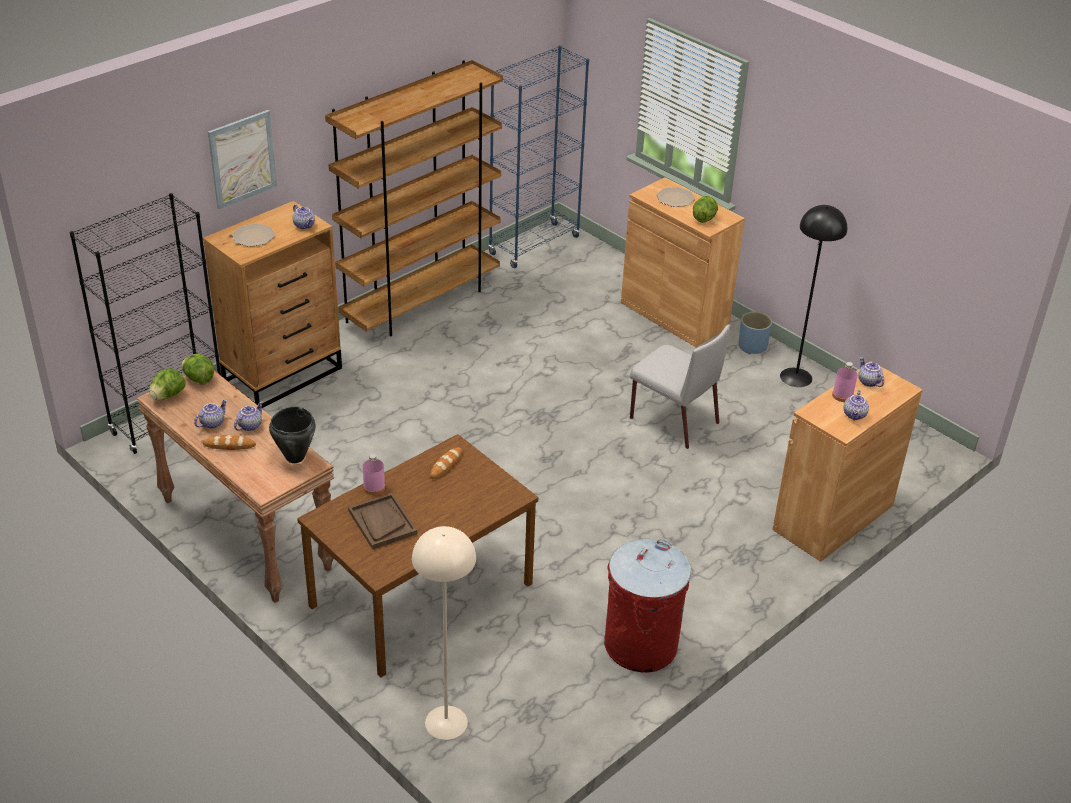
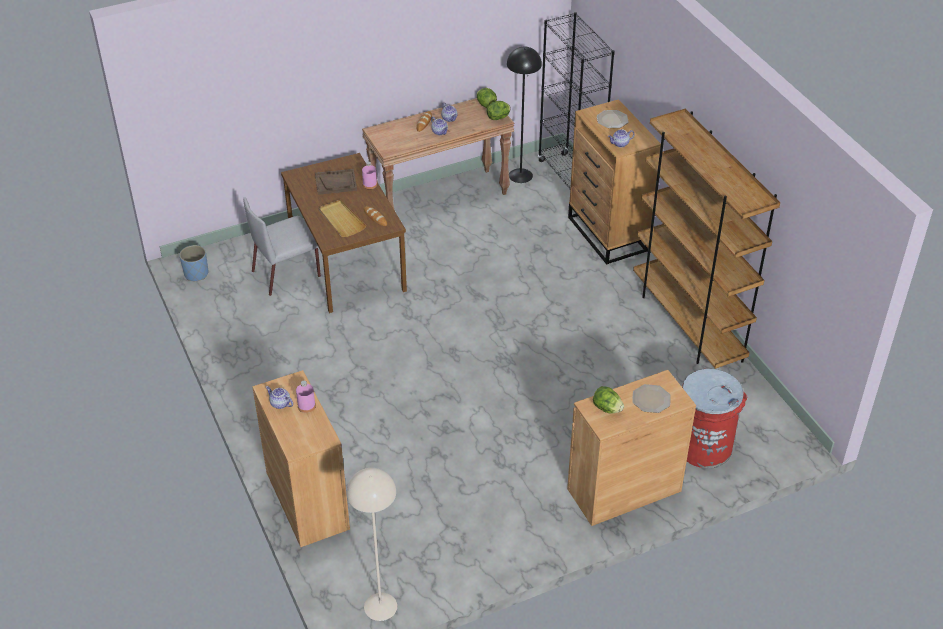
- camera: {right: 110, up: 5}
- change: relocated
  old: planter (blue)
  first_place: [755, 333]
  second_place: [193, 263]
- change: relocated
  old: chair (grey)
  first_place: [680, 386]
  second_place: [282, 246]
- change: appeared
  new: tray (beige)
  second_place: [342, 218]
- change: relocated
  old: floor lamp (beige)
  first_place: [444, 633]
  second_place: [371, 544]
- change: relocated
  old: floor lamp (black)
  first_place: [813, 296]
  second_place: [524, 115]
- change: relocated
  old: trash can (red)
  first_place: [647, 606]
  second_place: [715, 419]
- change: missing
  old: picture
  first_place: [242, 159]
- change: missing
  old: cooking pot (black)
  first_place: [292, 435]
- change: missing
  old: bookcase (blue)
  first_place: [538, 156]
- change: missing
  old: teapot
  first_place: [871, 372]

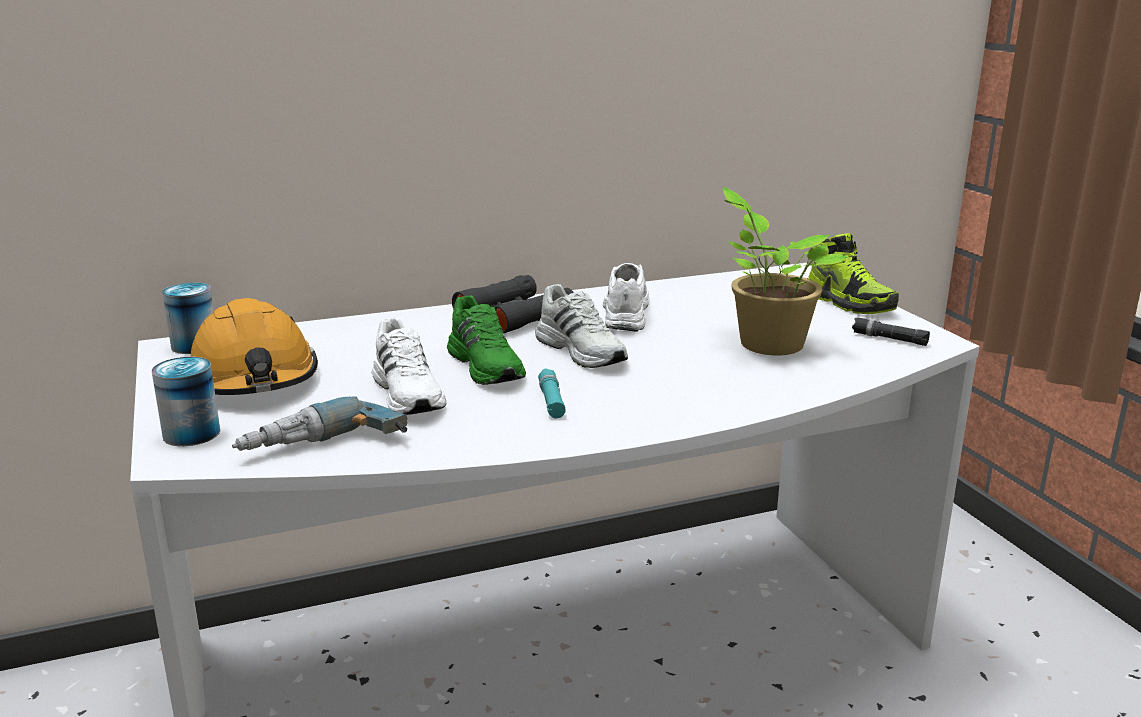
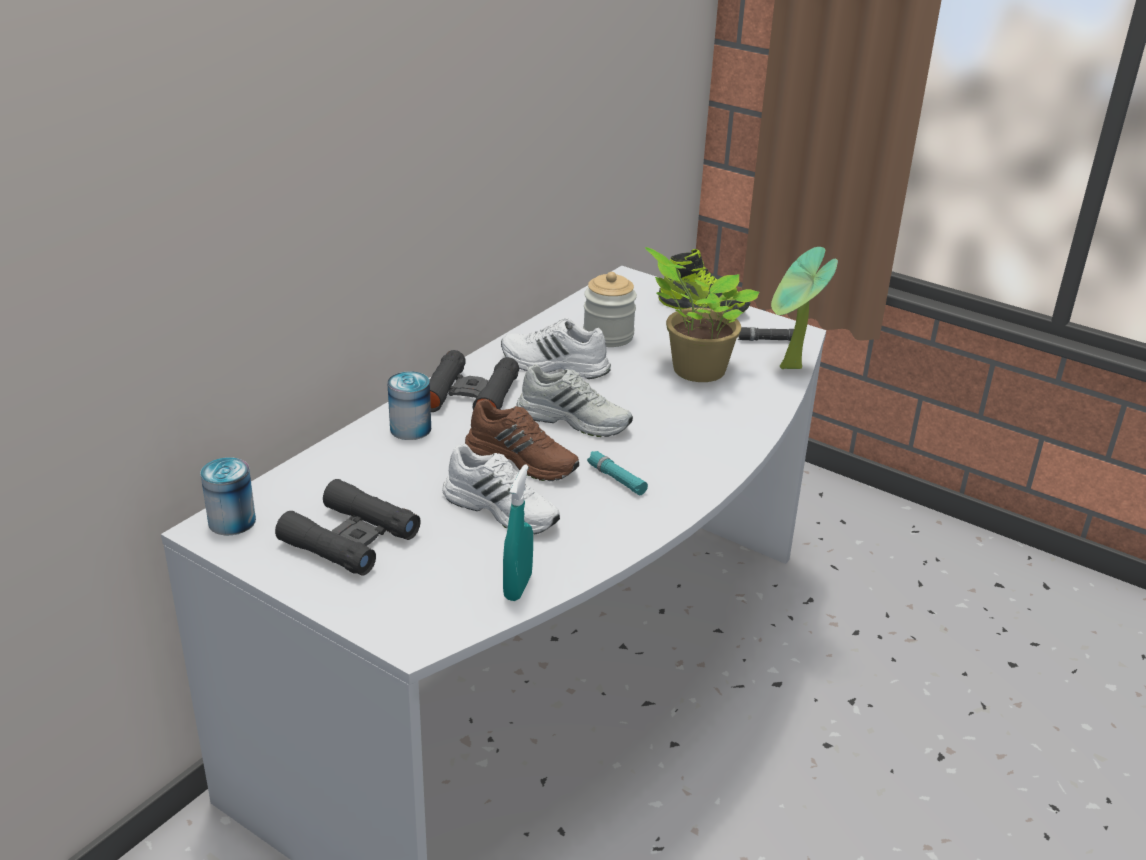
- camera: {right: -35, up: 10}
- change: exchanged
  old: hard hat (orange)
  new: binoculars (black)
  first_place: [254, 346]
  second_place: [348, 527]
- change: relocated
  old: can
  first_place: [185, 401]
  second_place: [409, 405]
- change: colour
  old: shoe (green)
  new: shoe (brown)
  first_place: [486, 340]
  second_place: [522, 440]
- change: spun
  old: shoe (white)
  first_place: [626, 297]
  second_place: [556, 348]
  degrees: -45
- change: exchanged
  old: power drill
  new: spray bottle (turquoise)
  first_place: [320, 423]
  second_place: [518, 532]
- change: appeared
  new: jar
  second_place: [610, 309]
- change: appeared
  new: potted plant
  second_place: [804, 308]

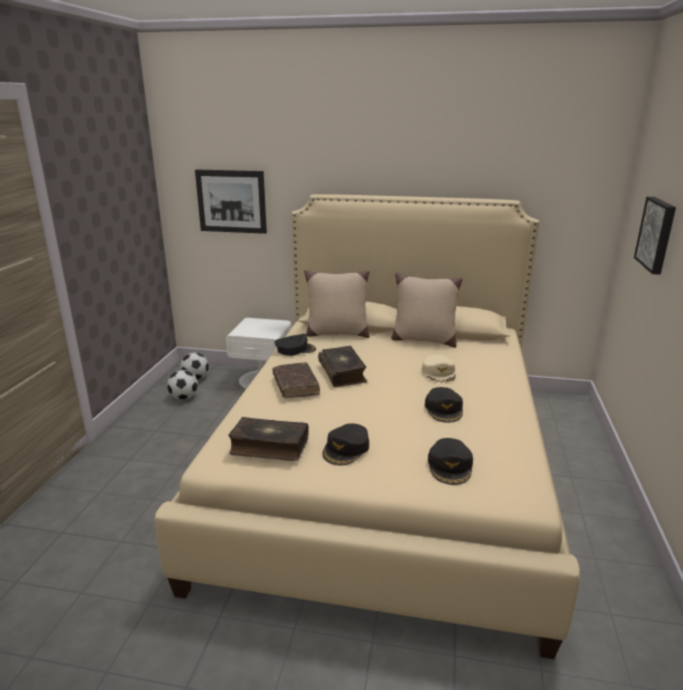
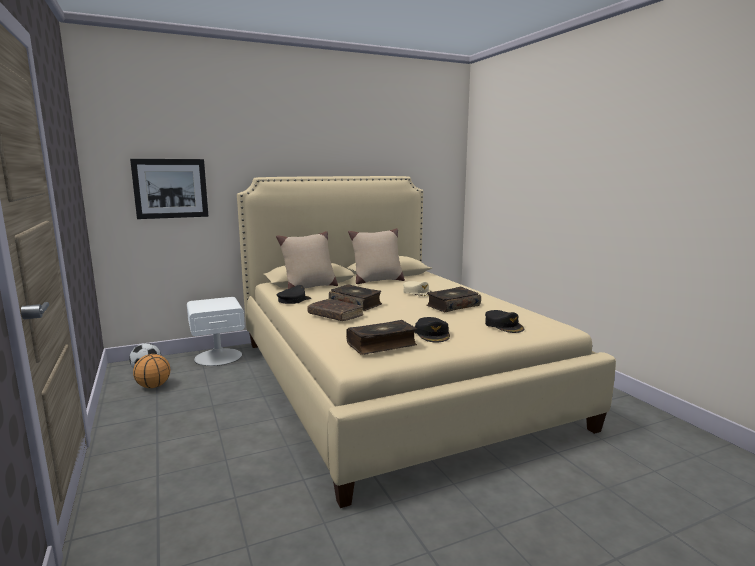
- camera: {right: -35, up: -10}
- change: exchanged
  old: football
  new: basketball
  first_place: [182, 385]
  second_place: [151, 371]
- change: exchanged
  old: cap (black)
  new: book
  first_place: [444, 405]
  second_place: [454, 299]
- change: missing
  old: picture
  first_place: [655, 236]

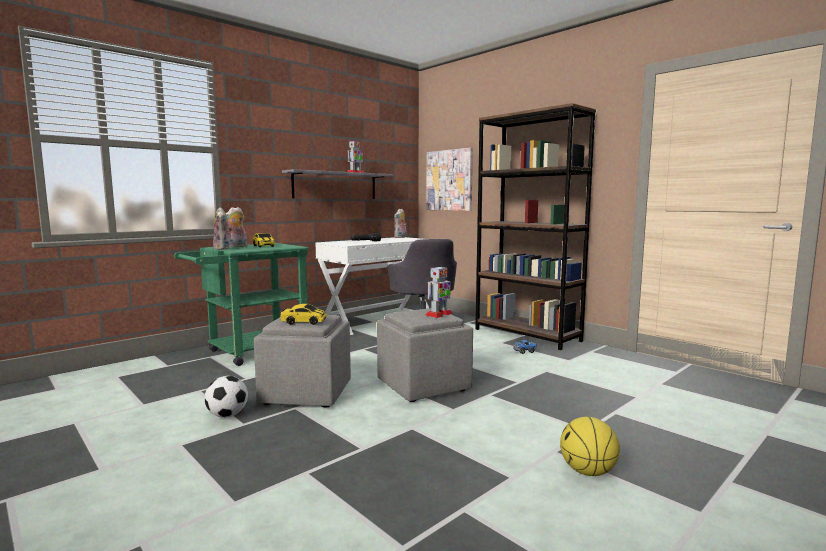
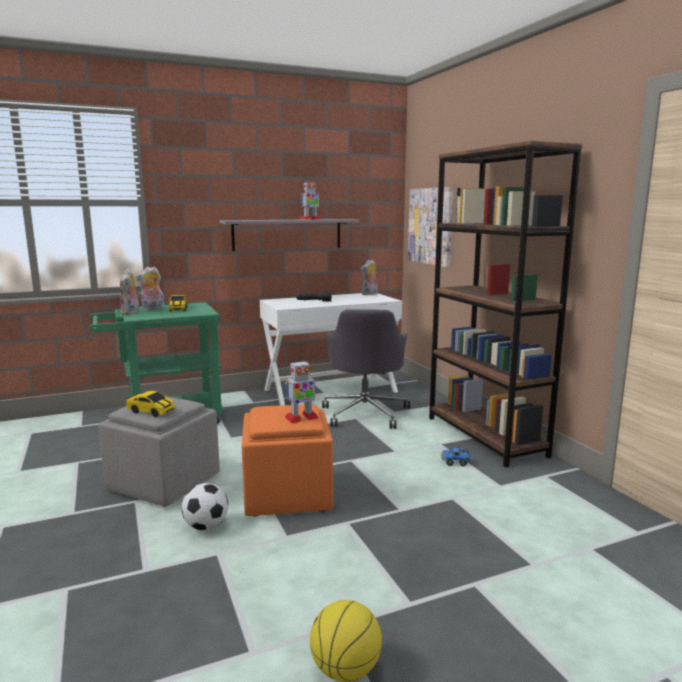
- camera: {right: 20, up: 5}
- change: relocated
  old: football
  first_place: [226, 397]
  second_place: [205, 506]
- change: colour
  old: ottoman (grey)
  new: ottoman (orange)
  first_place: [425, 355]
  second_place: [287, 460]

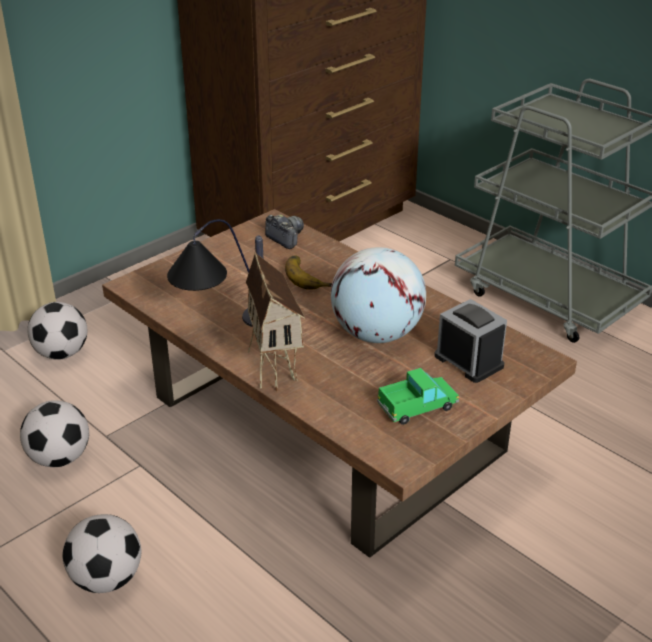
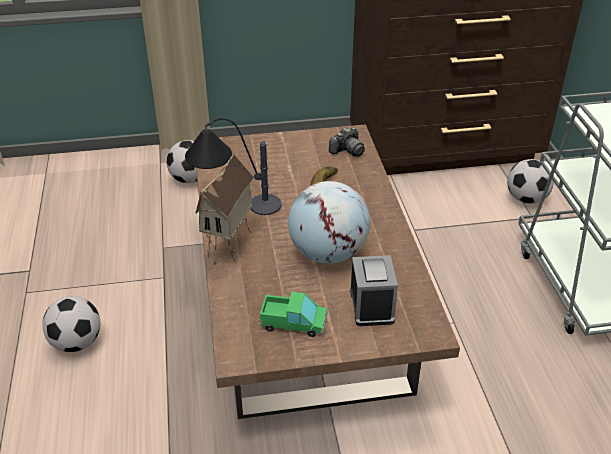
- camera: {right: 35, up: 5}
- change: spun
  old: photo camera
  first_place: [284, 231]
  second_place: [347, 142]
  degrees: 60
- change: relocated
  old: football
  first_place: [54, 433]
  second_place: [530, 181]

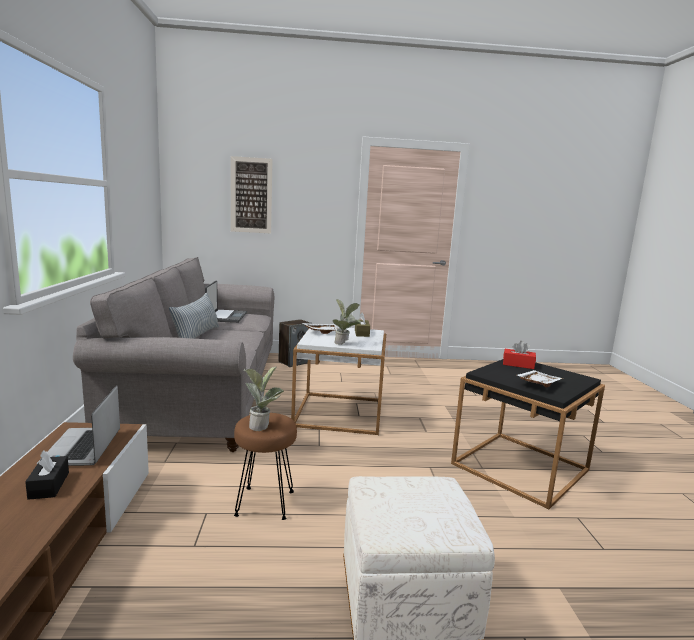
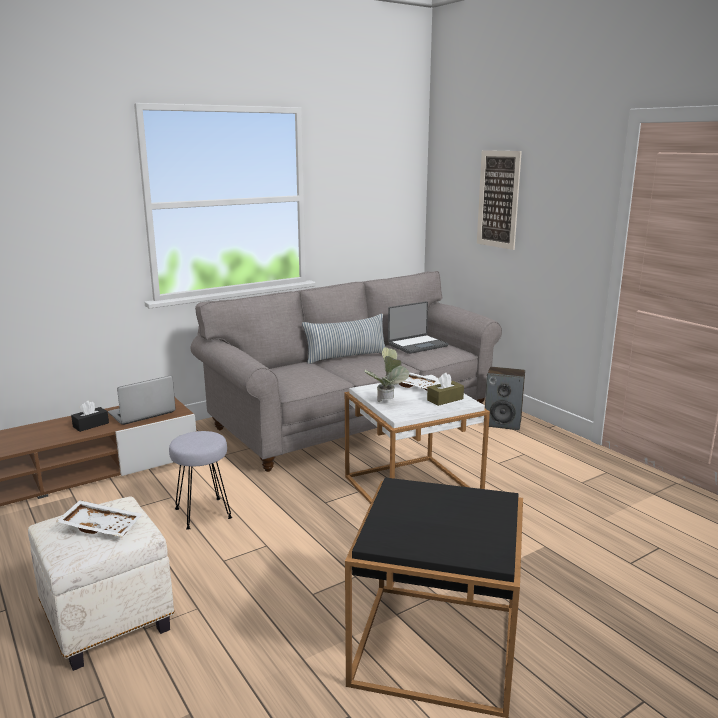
- camera: {right: 60, up: 5}
- change: relocated
  old: tray (white)
  first_place: [540, 379]
  second_place: [99, 518]
- change: colour
  old: stool (brown)
  new: stool (grey)
  first_place: [265, 466]
  second_place: [200, 480]
- change: missing
  old: potted plant
  first_place: [264, 399]
- change: missing
  old: tissue box (red)
  first_place: [519, 355]

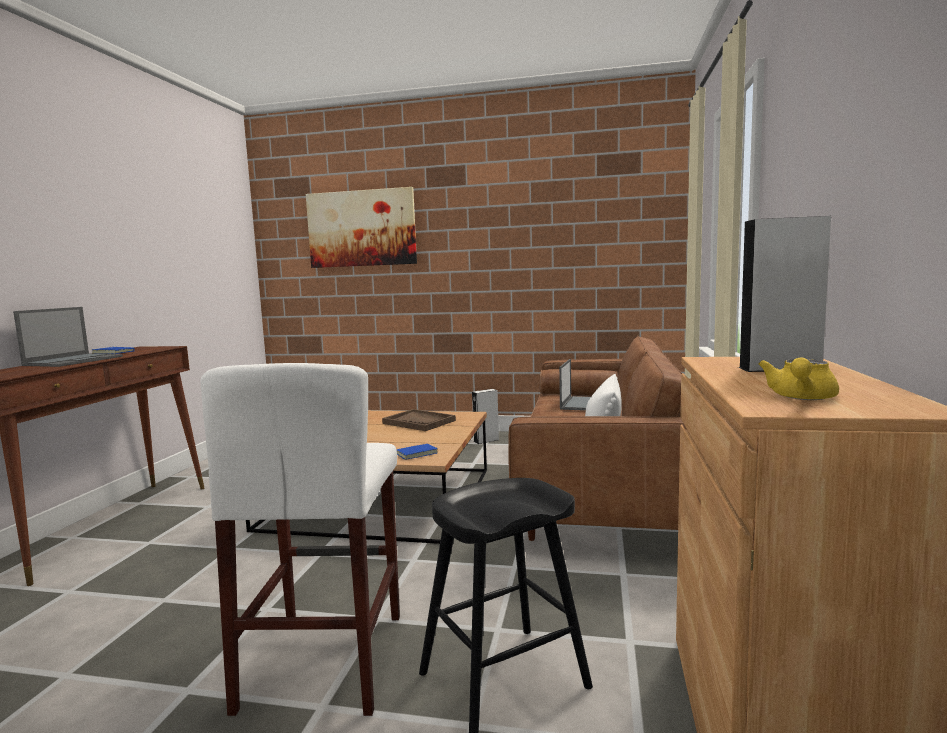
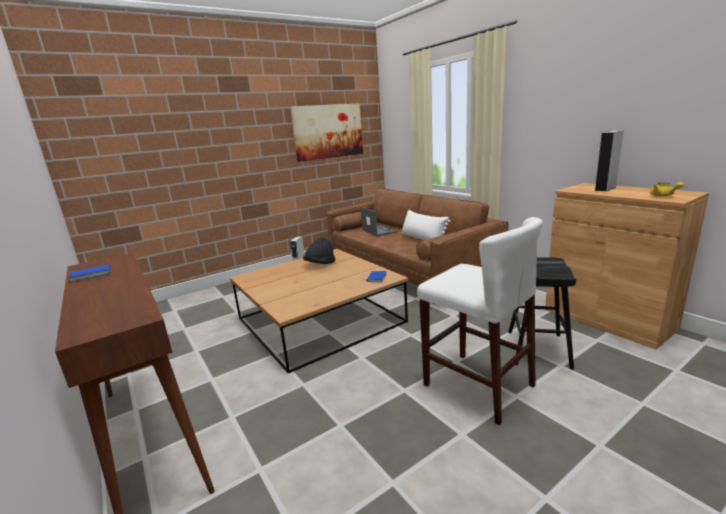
- camera: {right: -45, up: 10}
- change: relocated
  old: picture
  first_place: [361, 227]
  second_place: [326, 132]
- change: exchanged
  old: tray (brown)
  new: hat (black)
  first_place: [419, 420]
  second_place: [319, 250]
- change: missing
  old: laptop
  first_place: [68, 337]

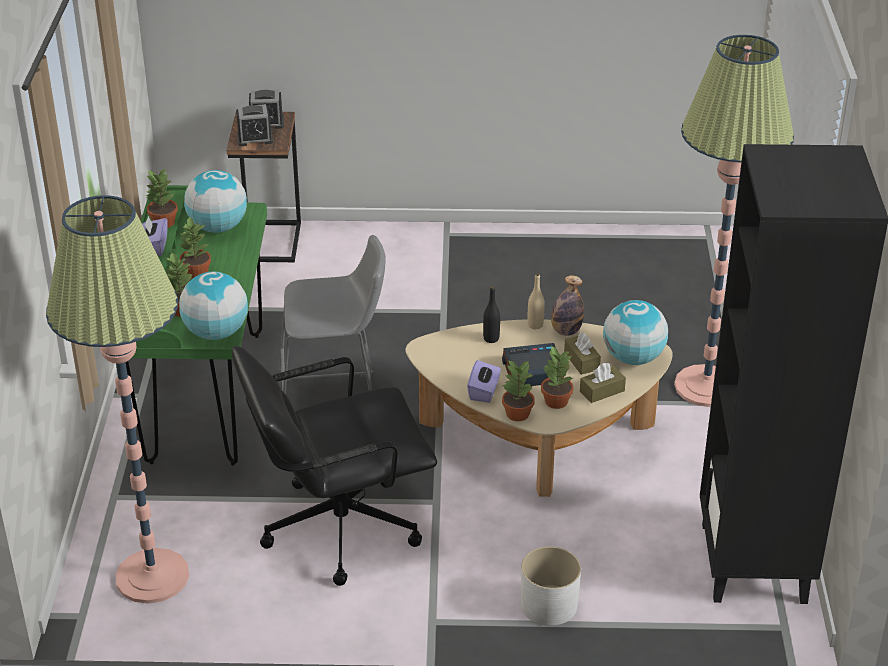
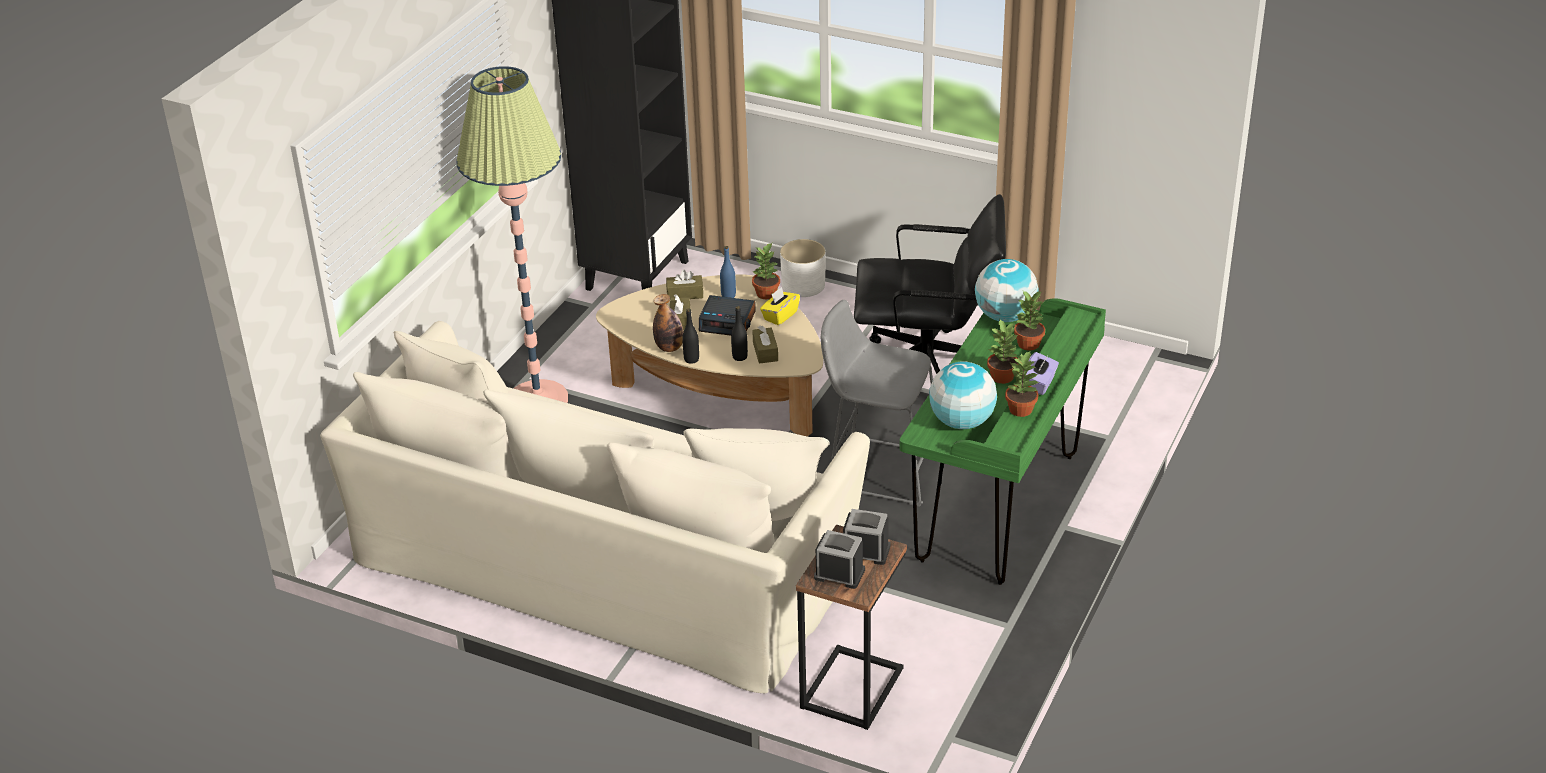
- camera: {right: -155, up: 0}
- change: appeared
  new: sofa (beige)
  second_place: [595, 507]
- change: colour
  old: bottle (beige)
  new: bottle (black)
  first_place: [536, 301]
  second_place: [690, 336]
- change: exchanged
  old: potted plant
  new: bottle (blue)
  first_place: [557, 377]
  second_place: [728, 272]
- change: appeared
  new: tissue box (brown)
  second_place: [765, 345]
- change: colour
  old: tissue box (purple)
  new: tissue box (yellow)
  first_place: [484, 381]
  second_place: [780, 306]
- change: missing
  old: floor lamp
  first_place: [117, 399]
- change: missing
  old: globe
  first_place: [635, 332]

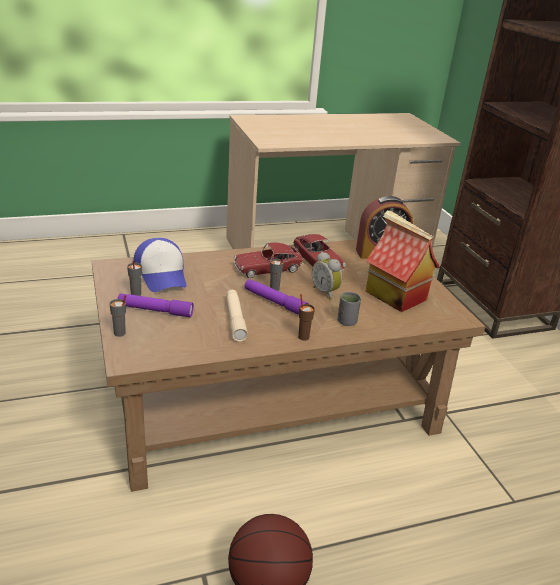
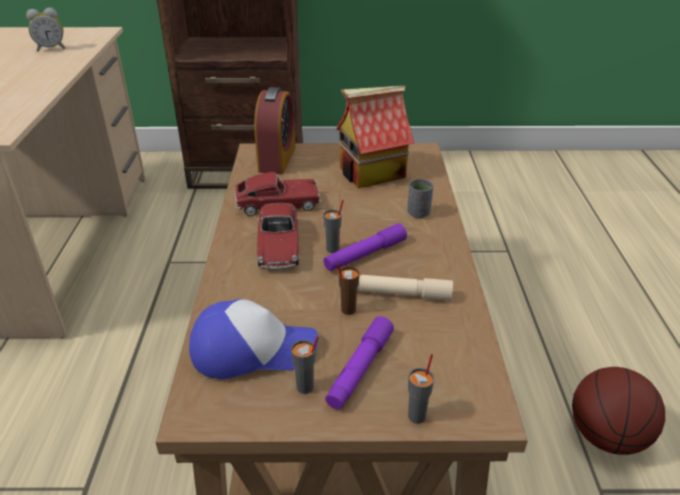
- camera: {right: -70, up: 5}
- change: relocated
  old: alarm clock
  first_place: [327, 276]
  second_place: [45, 30]
- change: relocated
  old: cup (brown)
  first_place: [306, 317]
  second_place: [348, 289]

